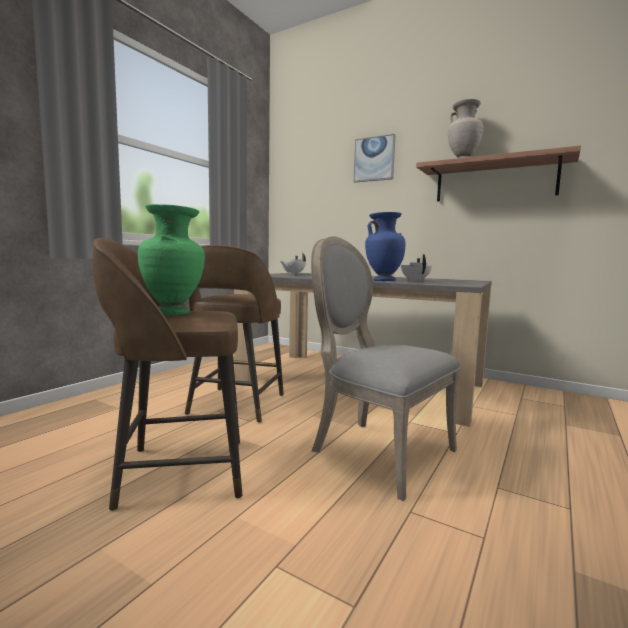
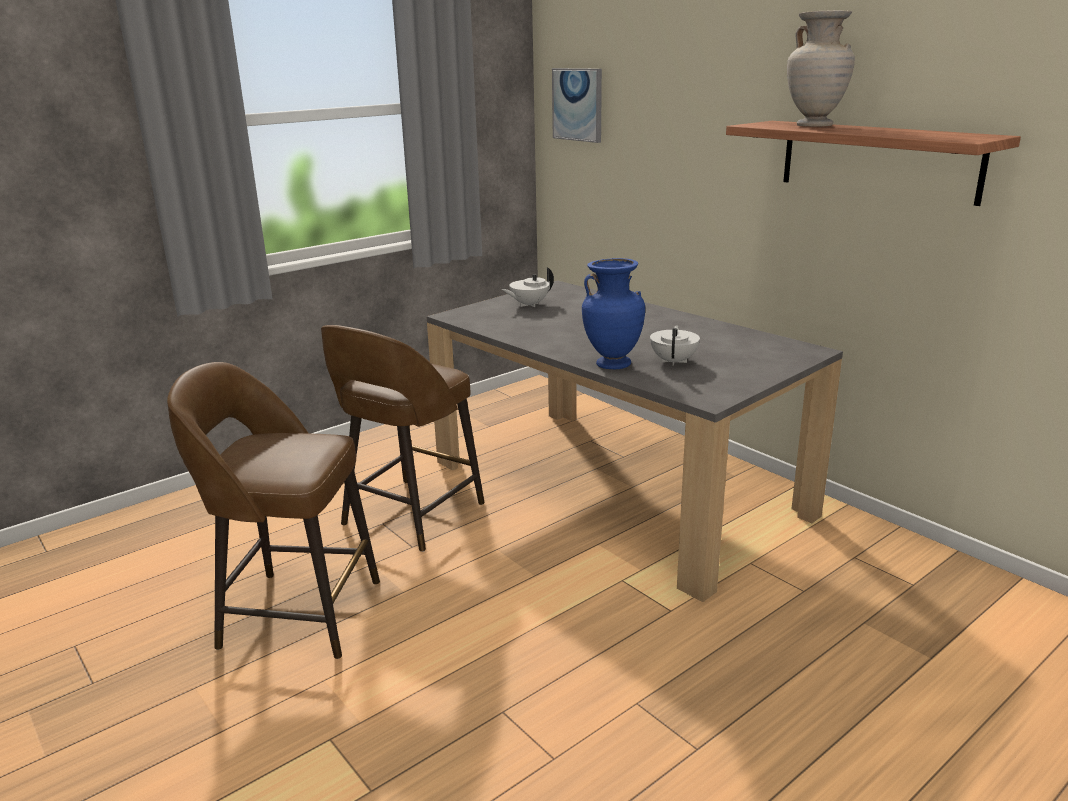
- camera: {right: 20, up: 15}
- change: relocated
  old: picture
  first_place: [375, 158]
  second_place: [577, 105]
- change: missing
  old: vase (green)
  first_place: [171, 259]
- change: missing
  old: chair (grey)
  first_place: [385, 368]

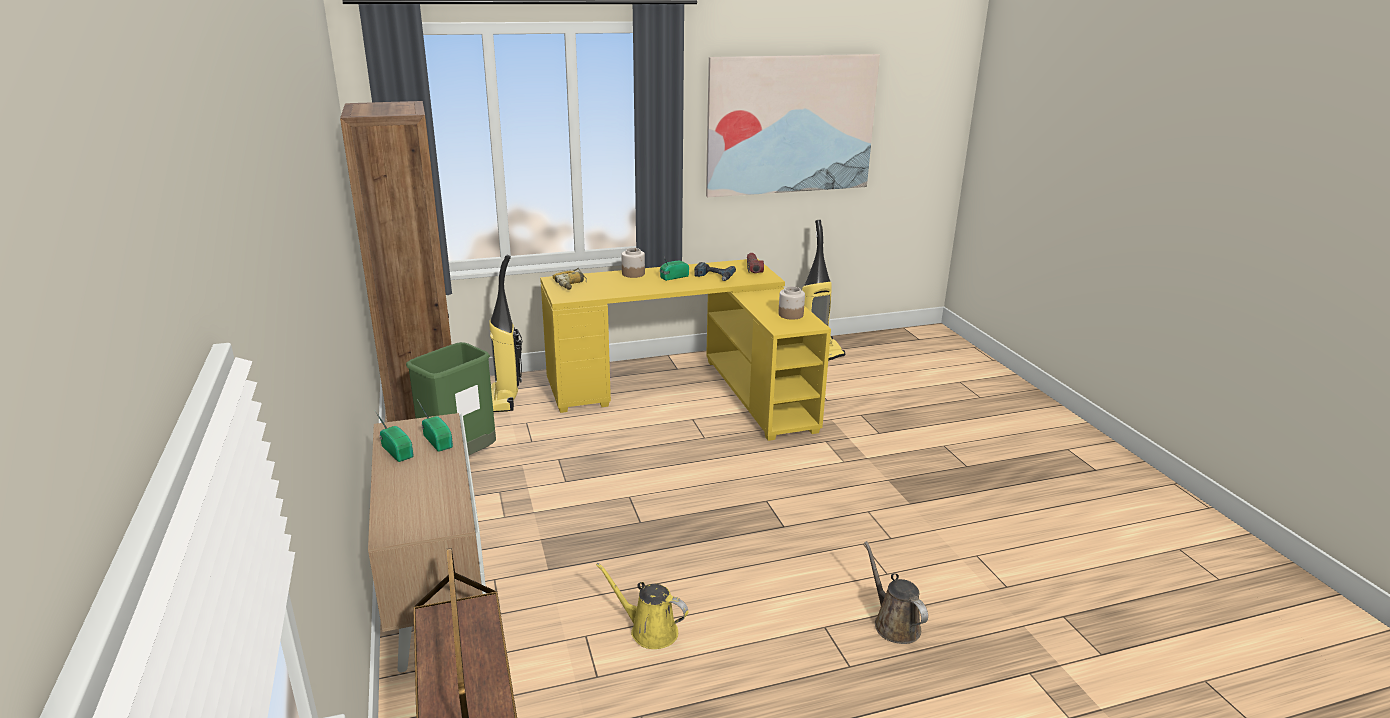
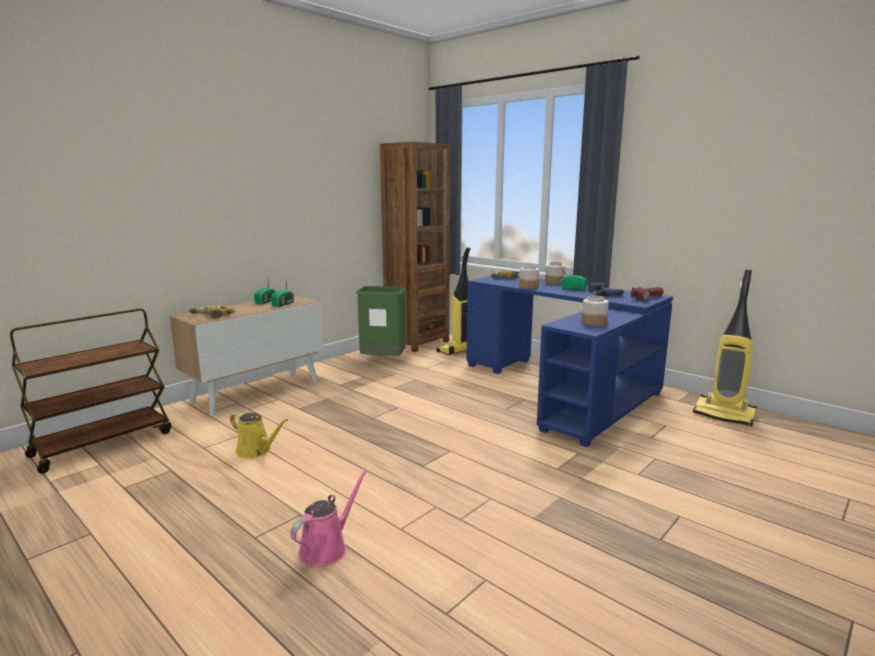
- camera: {right: 60, up: -10}
- change: appeared
  new: power drill
  second_place: [212, 311]
- change: spun
  old: watering can (yellow)
  first_place: [642, 606]
  second_place: [259, 435]
  degrees: 120
- change: colour
  old: watering can (brown)
  new: watering can (pink)
  first_place: [896, 592]
  second_place: [329, 518]
- change: colour
  old: desk (yellow)
  new: desk (blue)
  first_place: [685, 349]
  second_place: [569, 361]
- change: appeared
  new: jar
  second_place: [529, 277]
- change: missing
  old: picture
  first_place: [793, 125]

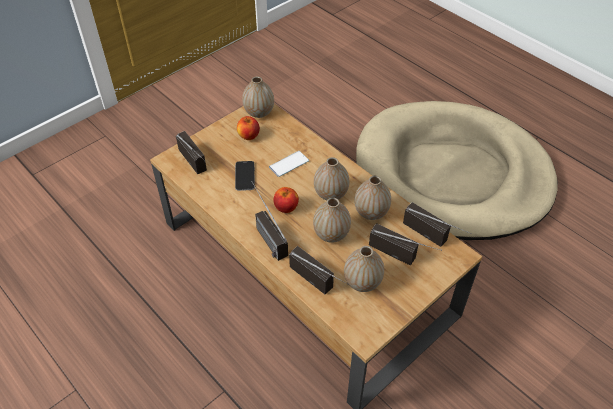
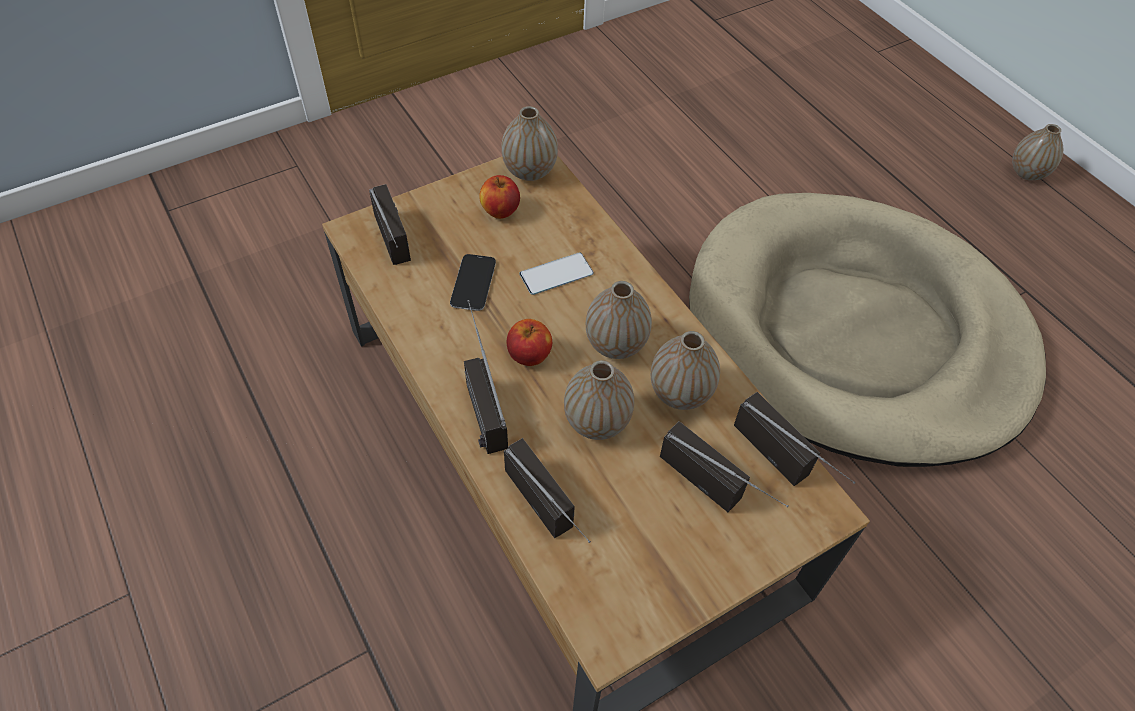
- camera: {right: 10, up: 5}
- change: relocated
  old: vase
  first_place: [364, 269]
  second_place: [1037, 152]

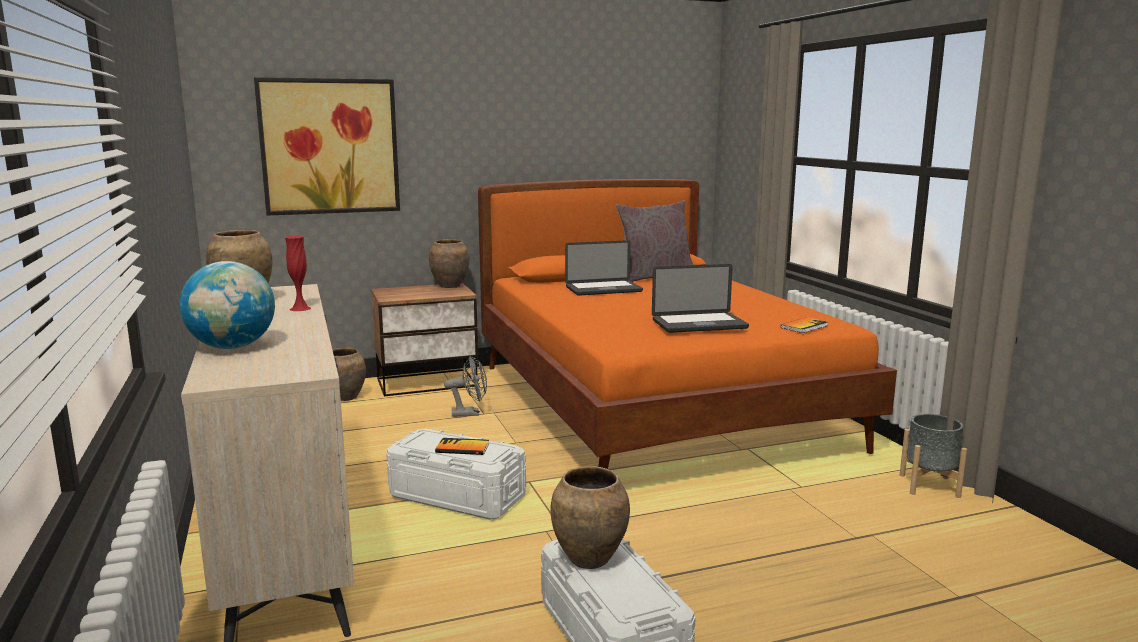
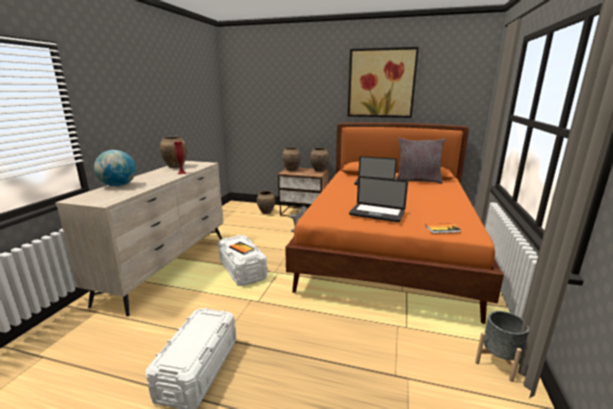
- camera: {right: 35, up: 5}
- change: relocated
  old: vase (brown)
  first_place: [590, 517]
  second_place: [291, 159]
- change: relocated
  old: picture
  first_place: [327, 146]
  second_place: [383, 82]

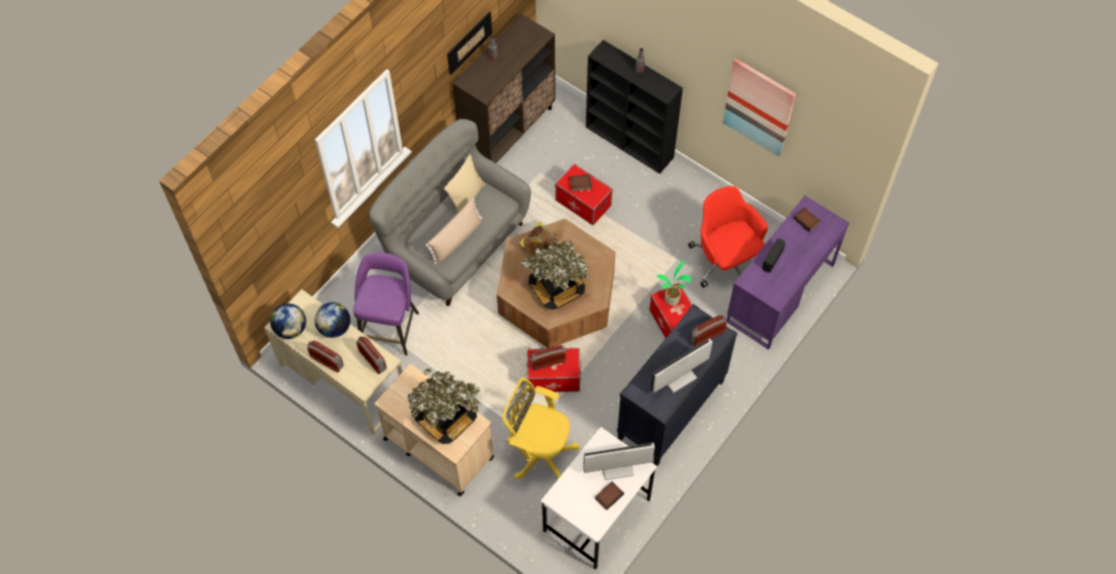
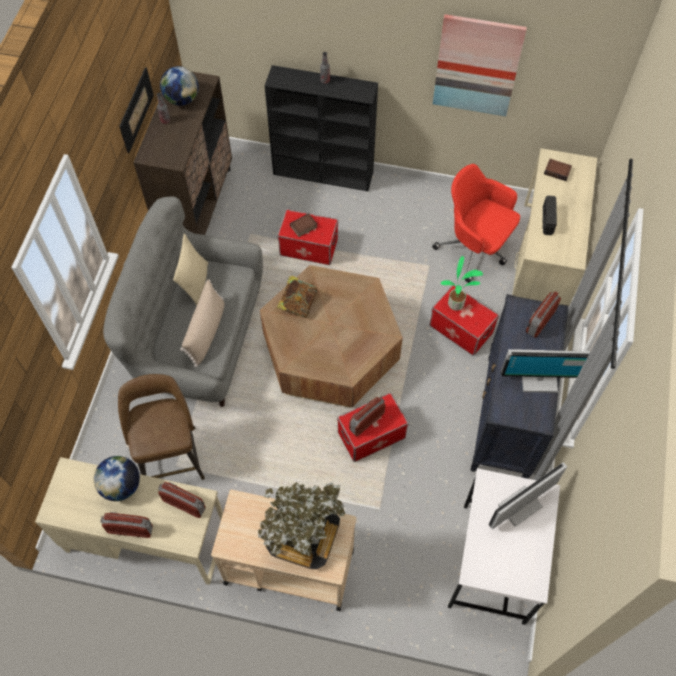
- camera: {right: -25, up: 0}
- change: colour
  old: stool (purple)
  new: stool (brown)
  first_place: [386, 304]
  second_place: [161, 427]
- change: relocated
  old: globe
  first_place: [288, 321]
  second_place: [179, 86]
- change: spun
  old: monitor
  first_place: [682, 366]
  second_place: [545, 371]
  degrees: -120
- change: colour
  old: desk (purple)
  new: desk (beige)
  first_place: [787, 273]
  second_place: [554, 227]
- change: missing
  old: office chair (yellow)
  first_place: [541, 428]
- change: missing
  old: potted plant
  first_place: [555, 275]
- change: missing
  old: book
  first_place: [609, 495]

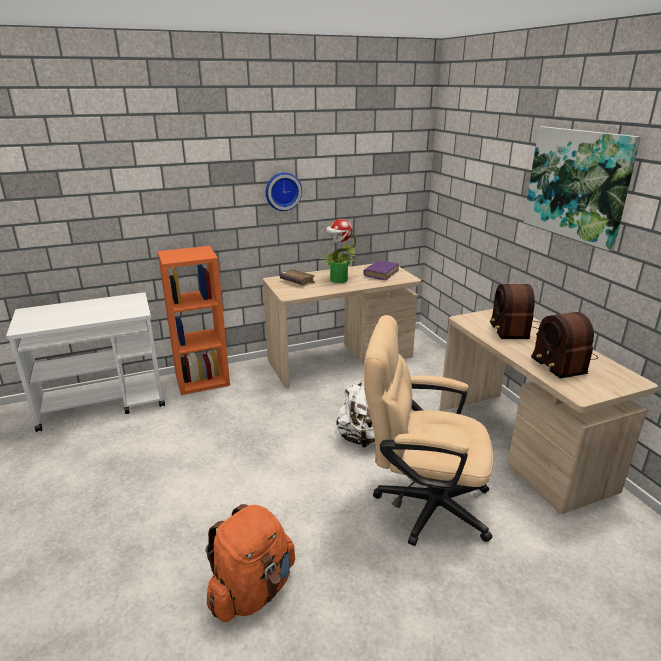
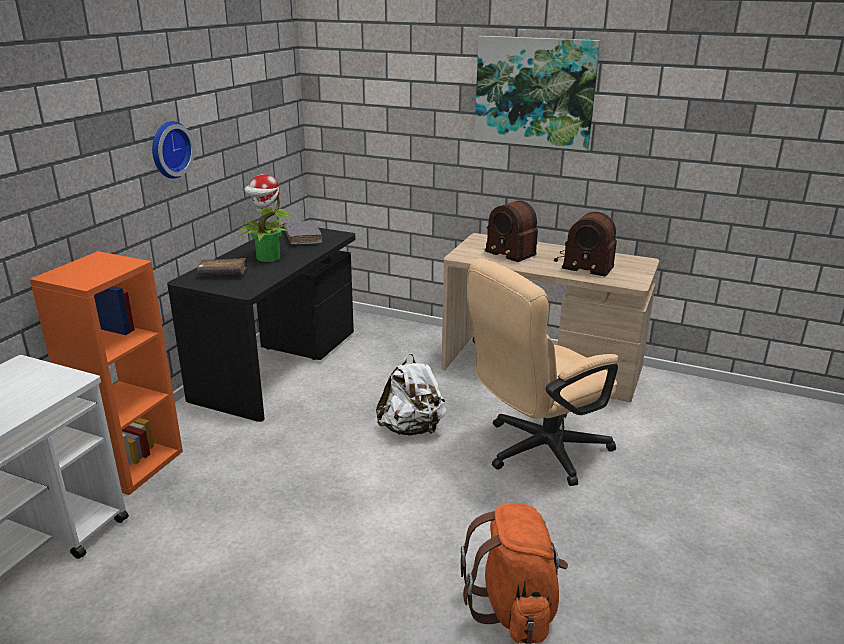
- camera: {right: -45, up: 0}
- change: colour
  old: desk (beige)
  new: desk (black)
  first_place: [342, 326]
  second_place: [261, 322]
- change: colour
  old: book (purple)
  new: book (grey)
  first_place: [381, 270]
  second_place: [303, 232]

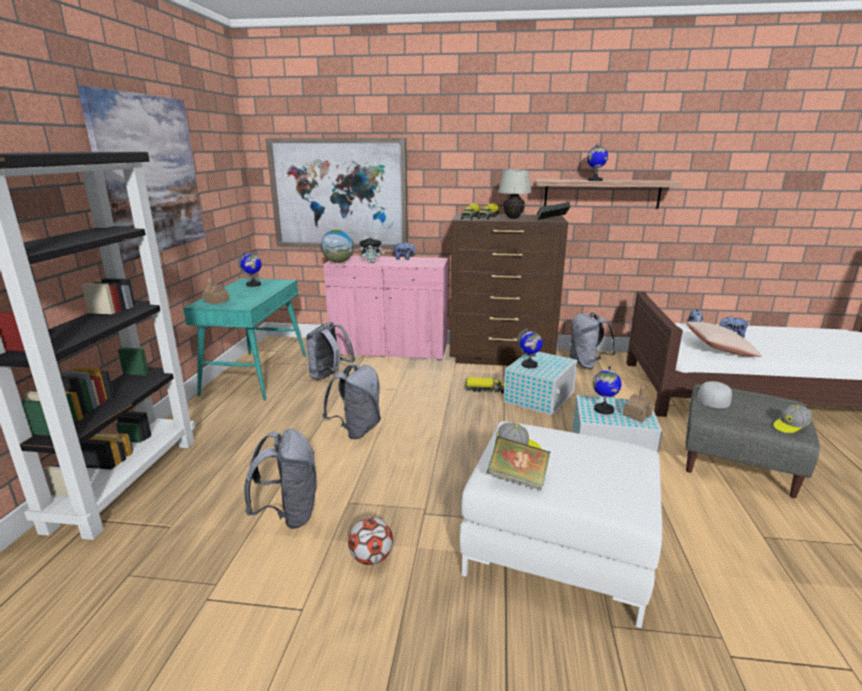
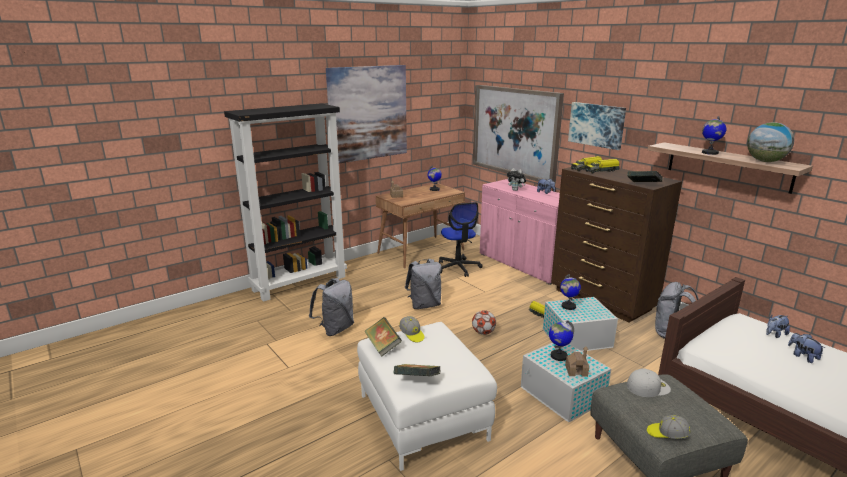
- camera: {right: 45, up: 0}
- change: colour
  old: desk (turquoise)
  new: desk (brown)
  first_place: [244, 339]
  second_place: [420, 226]
- change: appeared
  new: book
  second_place: [417, 370]
- change: exchanged
  old: backpack (grey)
  new: office chair
  first_place: [331, 351]
  second_place: [461, 239]
- change: relocated
  old: football
  first_place: [370, 541]
  second_place: [484, 322]
- change: appeared
  new: picture
  second_place: [597, 126]
- change: relocated
  old: globe
  first_place: [337, 246]
  second_place: [770, 142]
- change: missing
  old: table lamp (white)
  first_place: [514, 194]
- change: missing
  old: pillow (beige)
  first_place: [724, 339]

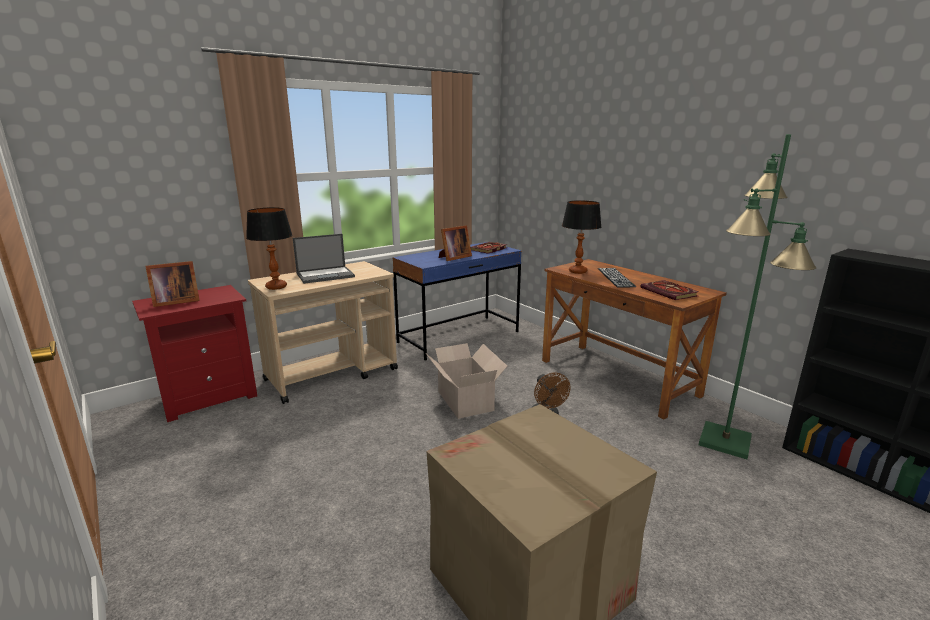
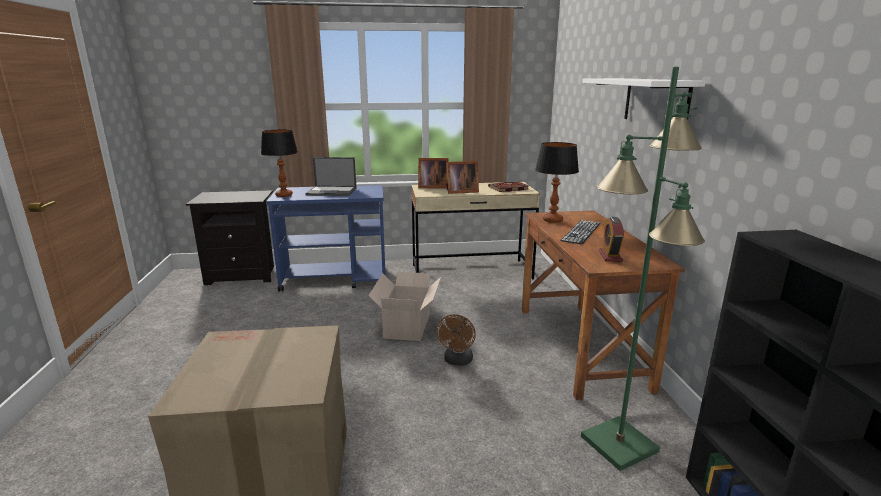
- camera: {right: 30, up: 0}
- change: colour
  old: nightstand (red)
  new: nightstand (black)
  first_place: [194, 353]
  second_place: [230, 237]
- change: colour
  old: cart (beige)
  new: cart (blue)
  first_place: [323, 332]
  second_place: [326, 238]
- change: colour
  old: desk (blue)
  new: desk (beige)
  first_place: [457, 301]
  second_place: [475, 231]
- change: relocated
  old: picture frame
  first_place: [172, 284]
  second_place: [433, 173]
- change: appeared
  new: shelf (white)
  second_place: [643, 98]
- change: exchanged
  old: book
  new: alarm clock
  first_place: [669, 290]
  second_place: [611, 239]

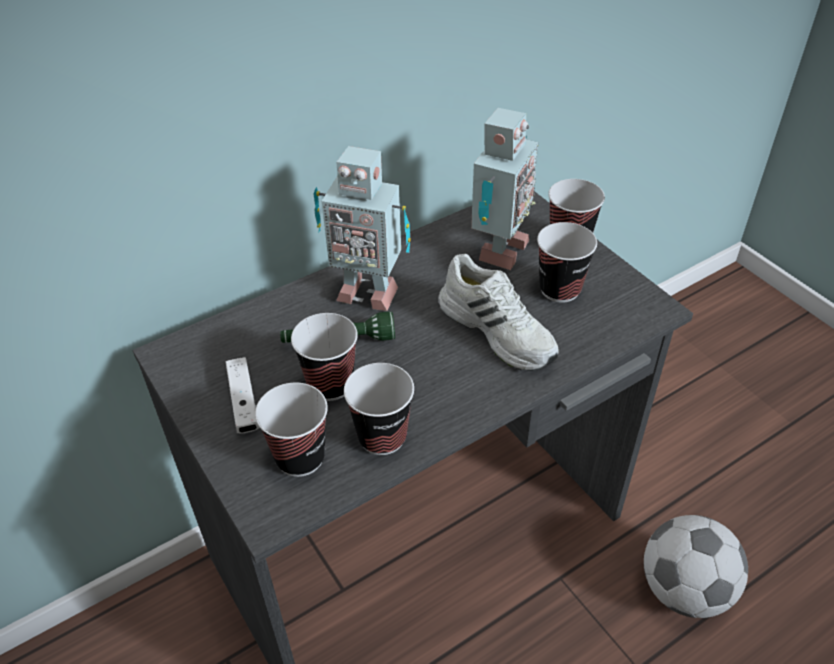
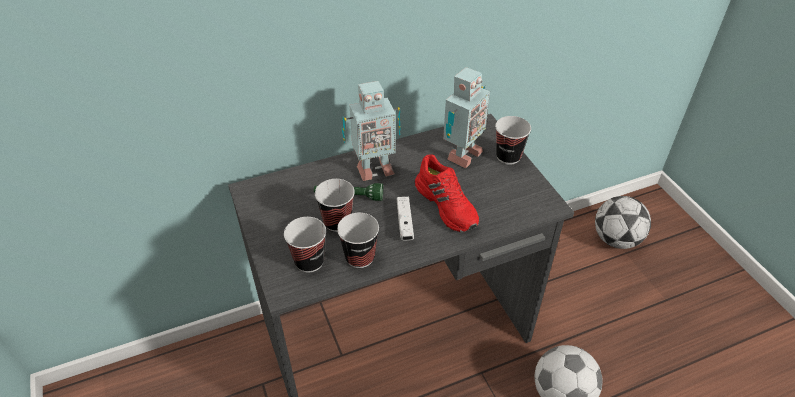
- camera: {right: 10, up: 0}
- change: spun
  old: toy robot
  first_place: [362, 228]
  second_place: [371, 131]
  degrees: -45
- change: relocated
  old: game controller (white)
  first_place: [242, 395]
  second_place: [405, 218]
- change: colour
  old: shoe (white)
  new: shoe (red)
  first_place: [498, 312]
  second_place: [447, 193]
- change: appeared
  new: football
  second_place: [623, 222]
- change: missing
  old: cup
  first_place: [567, 262]

